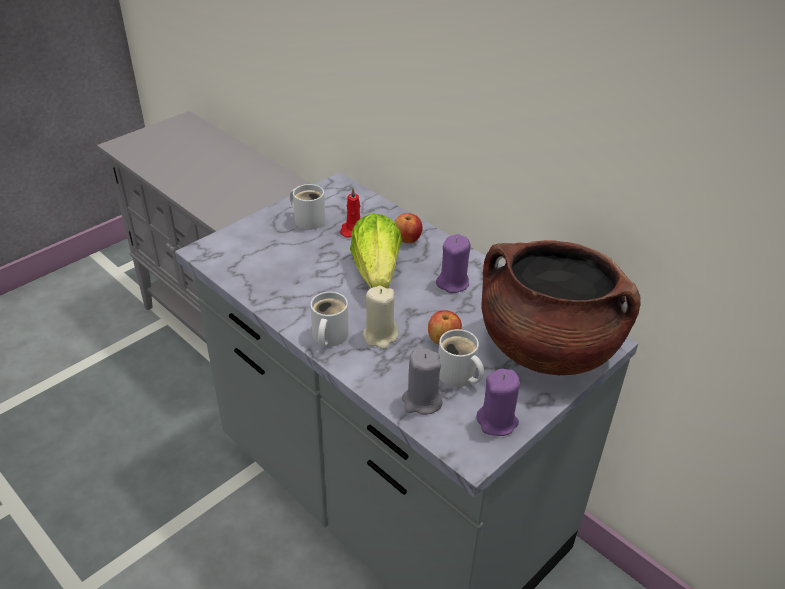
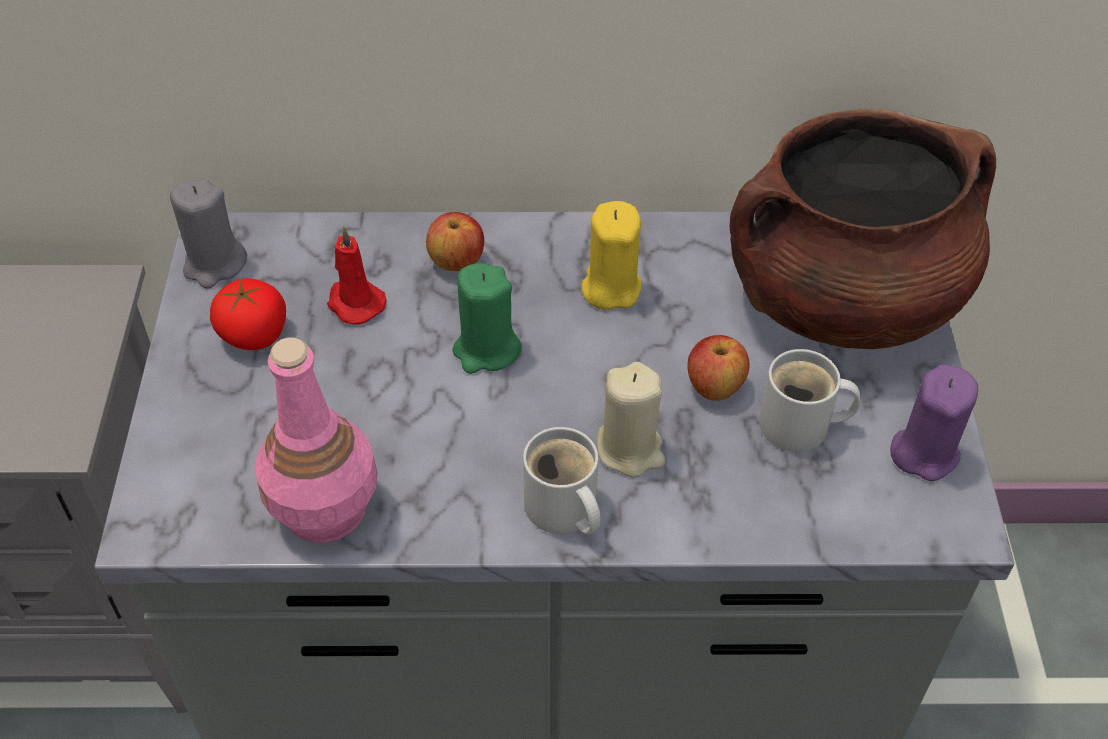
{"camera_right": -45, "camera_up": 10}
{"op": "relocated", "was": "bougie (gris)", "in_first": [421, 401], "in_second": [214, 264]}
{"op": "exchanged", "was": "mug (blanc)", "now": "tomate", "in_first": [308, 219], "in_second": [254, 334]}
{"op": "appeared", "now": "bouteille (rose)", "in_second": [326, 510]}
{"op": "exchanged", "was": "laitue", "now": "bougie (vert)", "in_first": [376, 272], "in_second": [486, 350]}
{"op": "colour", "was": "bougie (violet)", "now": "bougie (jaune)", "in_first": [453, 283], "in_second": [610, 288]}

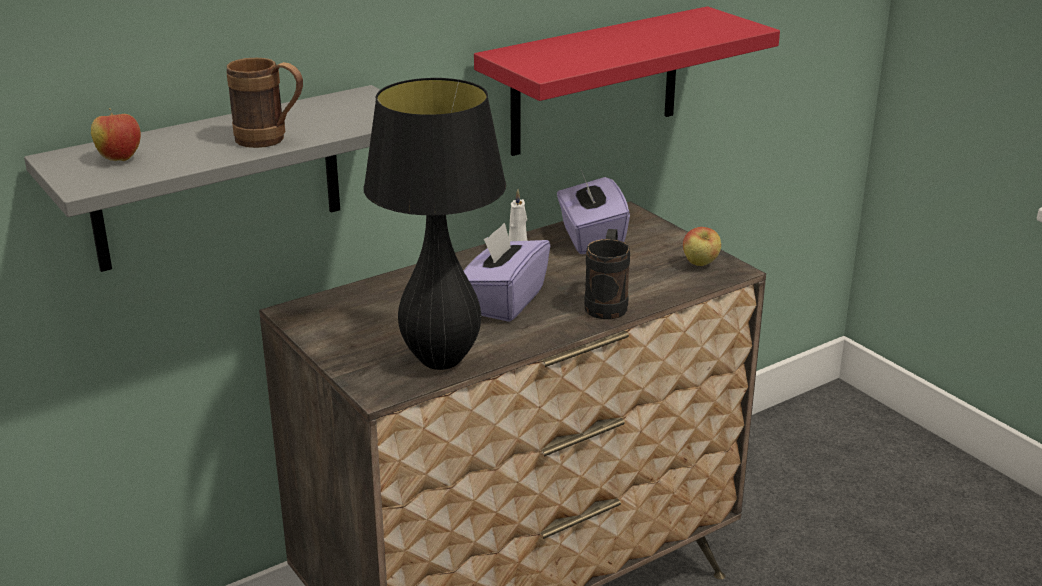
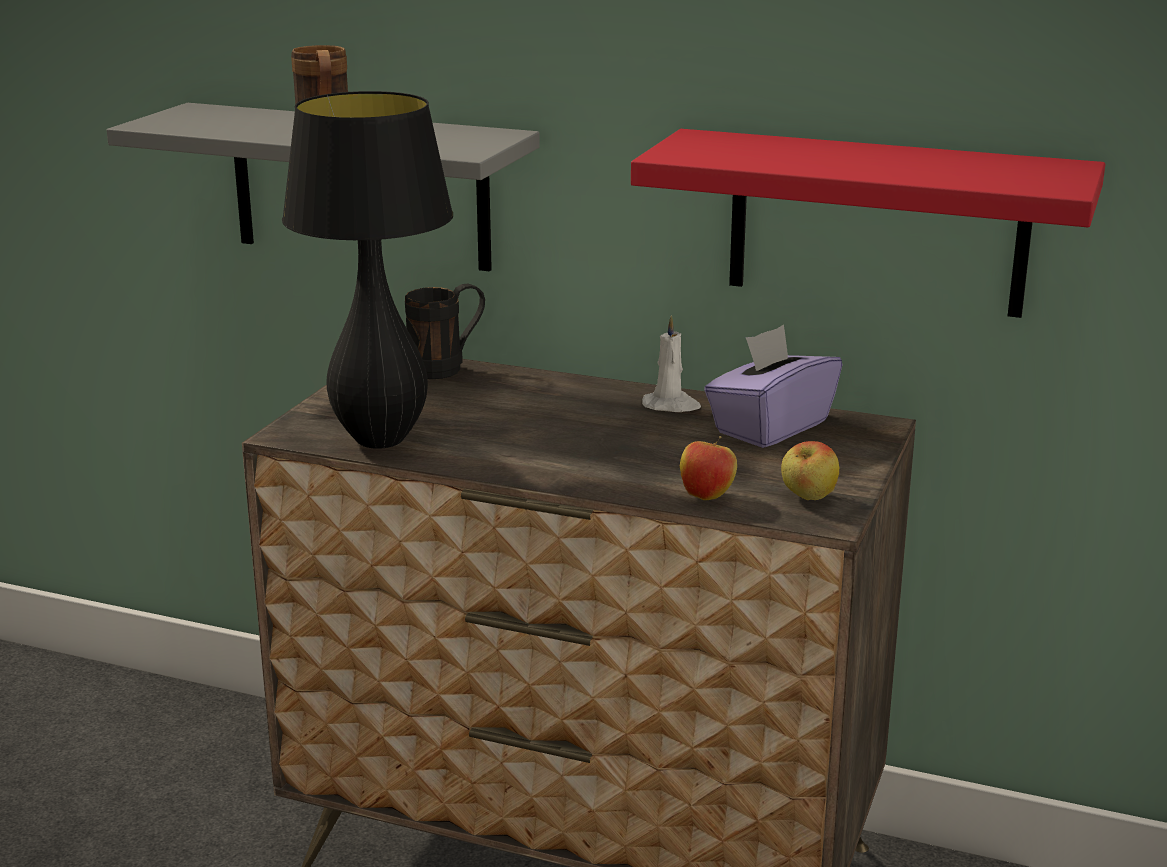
{"camera_right": 55, "camera_up": -5}
{"op": "relocated", "was": "mug (noir)", "in_first": [607, 303], "in_second": [447, 368]}
{"op": "relocated", "was": "pomme", "in_first": [120, 159], "in_second": [707, 496]}
{"op": "missing", "was": "boîte à mouchoirs (violet)", "in_first": [504, 301]}

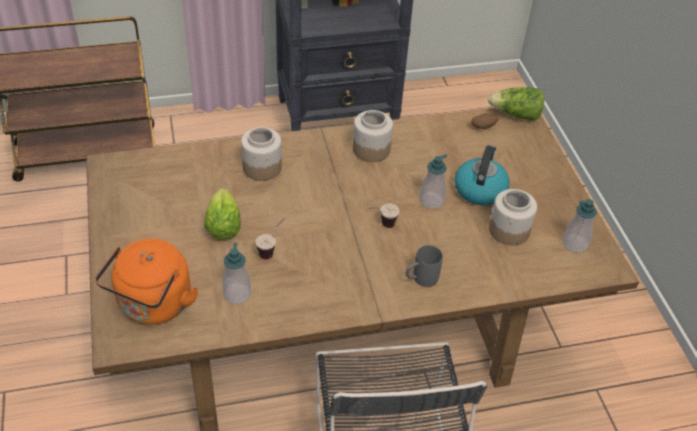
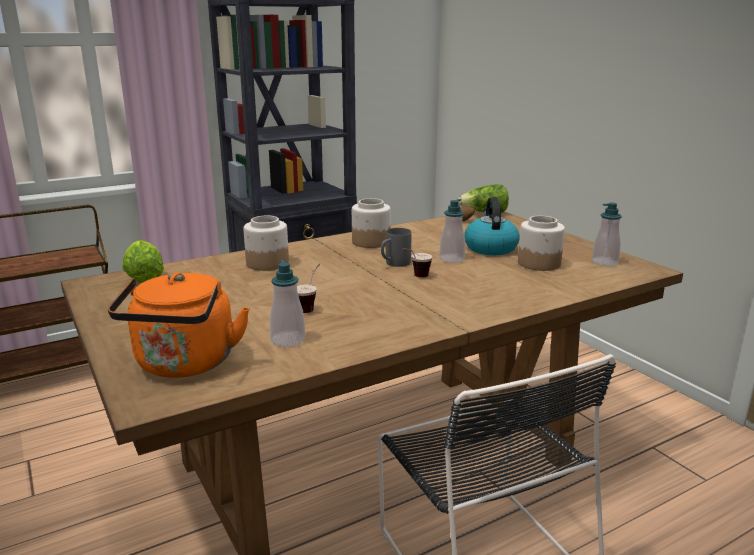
{"camera_right": -15, "camera_up": -25}
{"op": "relocated", "was": "laitue", "in_first": [223, 224], "in_second": [144, 277]}
{"op": "relocated", "was": "mug (gris)", "in_first": [420, 279], "in_second": [394, 264]}

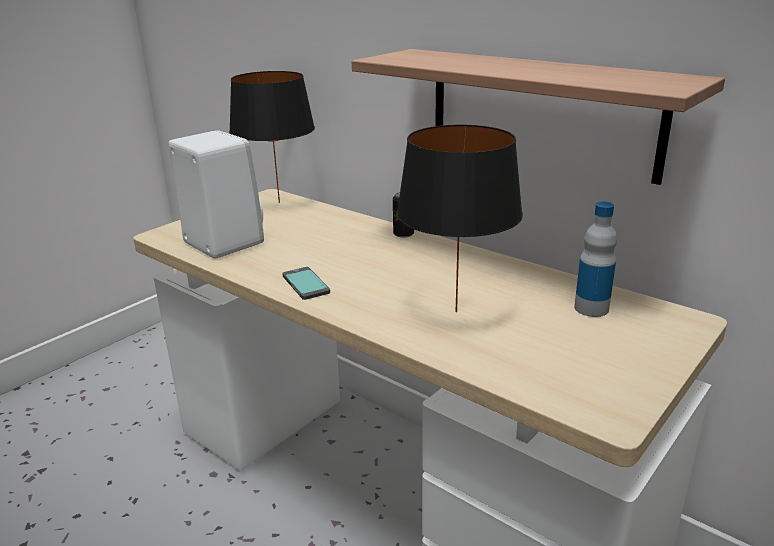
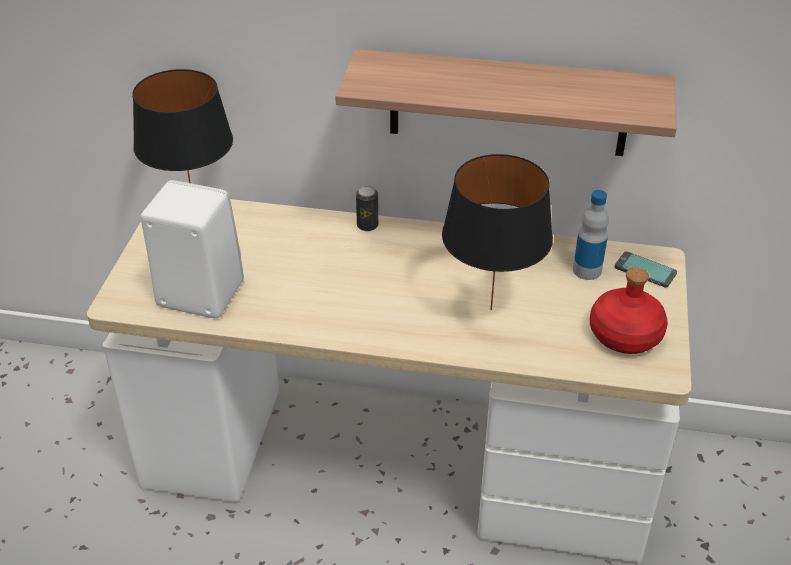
{"camera_right": -30, "camera_up": 15}
{"op": "appeared", "now": "bouteille (rouge)", "in_second": [625, 335]}
{"op": "relocated", "was": "téléphone", "in_first": [305, 284], "in_second": [645, 270]}

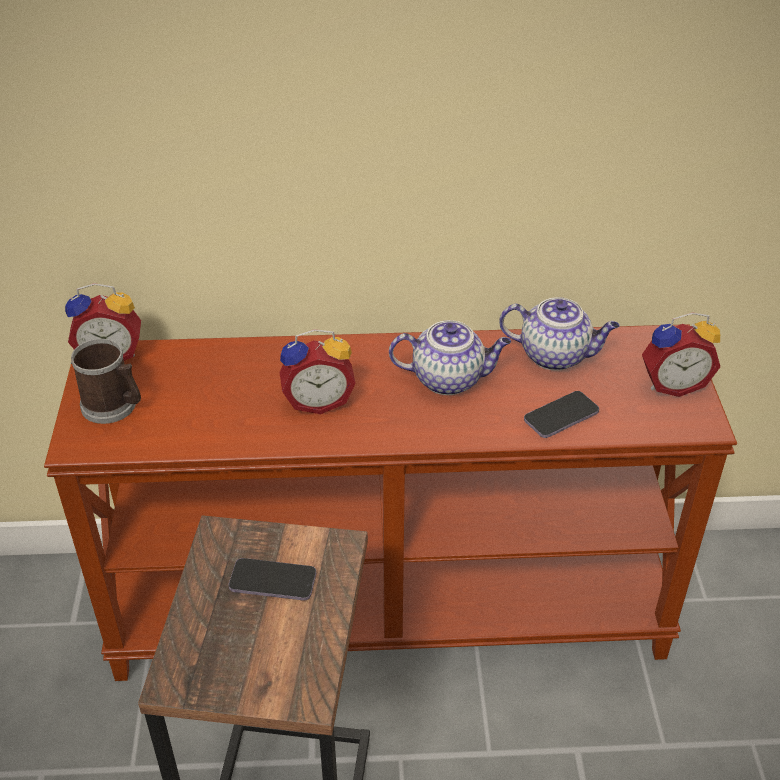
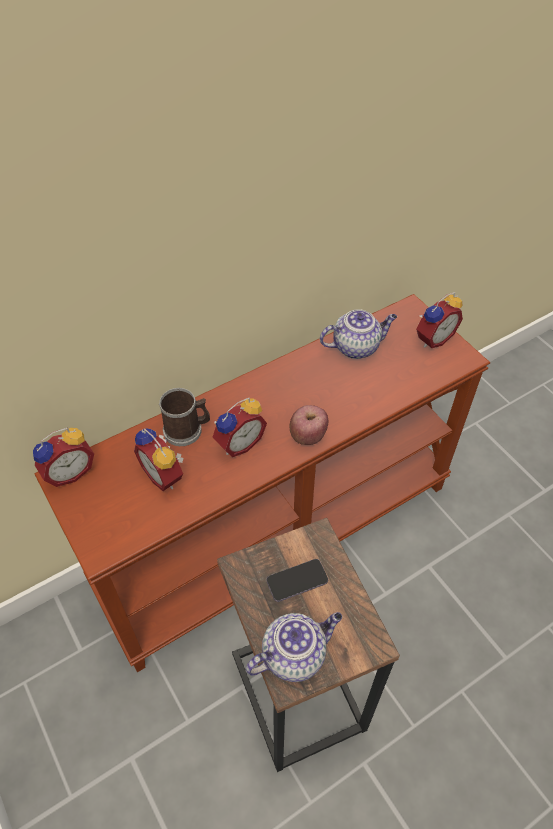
{"camera_right": -30, "camera_up": 10}
{"op": "appeared", "now": "réveil", "in_second": [165, 475]}
{"op": "relocated", "was": "mug", "in_first": [114, 406], "in_second": [187, 430]}
{"op": "relocated", "was": "théière", "in_first": [449, 379], "in_second": [294, 654]}
{"op": "appeared", "now": "pomme", "in_second": [308, 436]}
{"op": "missing", "was": "téléphone", "in_first": [561, 416]}

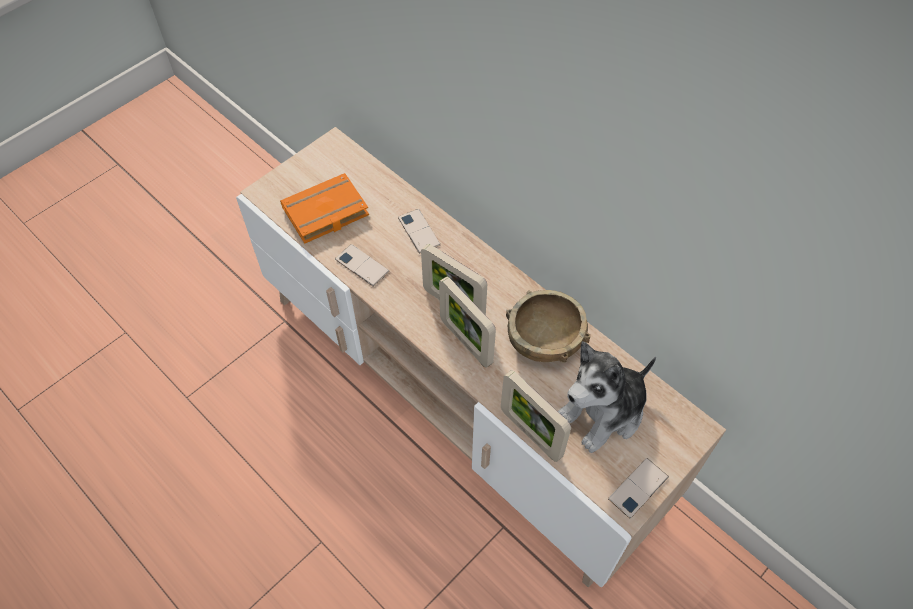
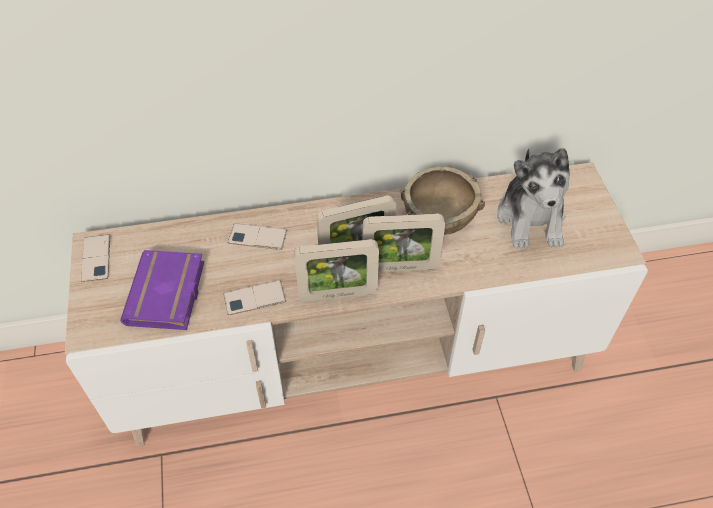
{"camera_right": -55, "camera_up": -5}
{"op": "relocated", "was": "téléphone", "in_first": [638, 488], "in_second": [96, 258]}
{"op": "colour", "was": "livre (orange)", "now": "livre (violet)", "in_first": [325, 214], "in_second": [168, 295]}
{"op": "relocated", "was": "cadre photo", "in_first": [531, 433], "in_second": [338, 294]}

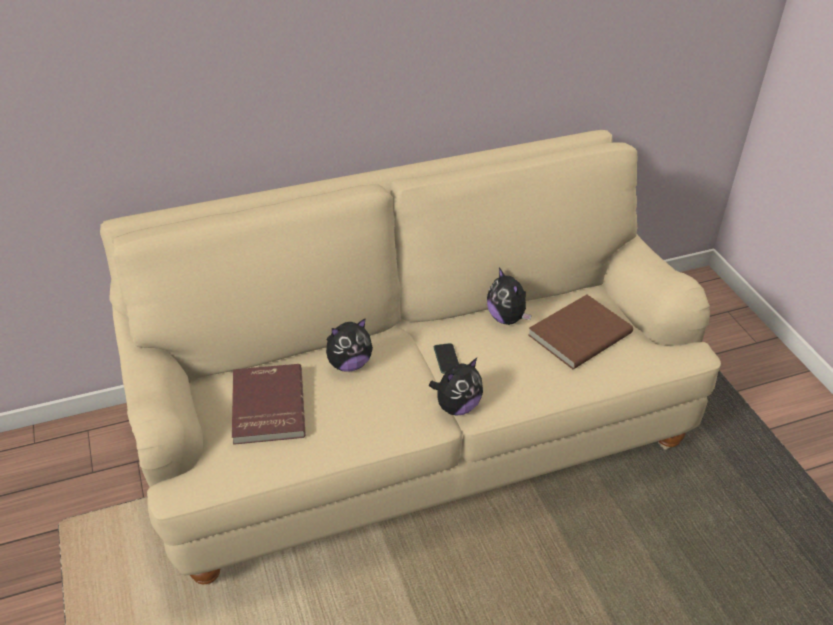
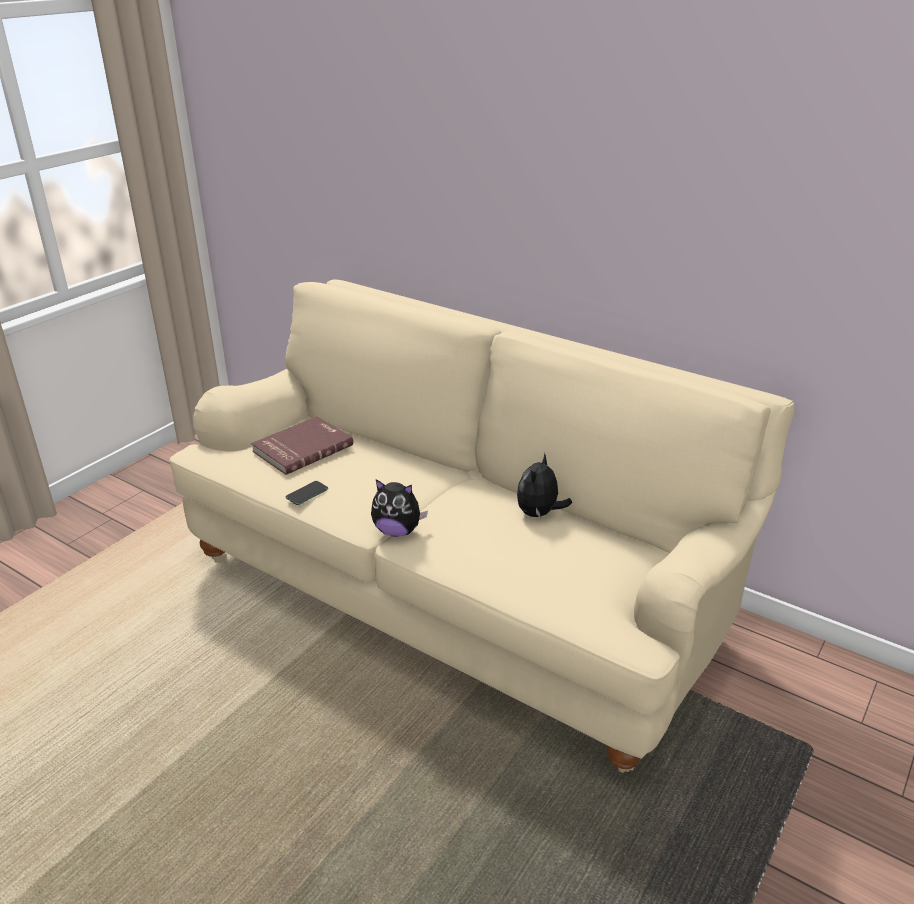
{"camera_right": 55, "camera_up": -10}
{"op": "relocated", "was": "téléphone", "in_first": [446, 359], "in_second": [307, 493]}
{"op": "missing", "was": "peluche", "in_first": [349, 364]}
{"op": "missing", "was": "livre (marron)", "in_first": [578, 333]}

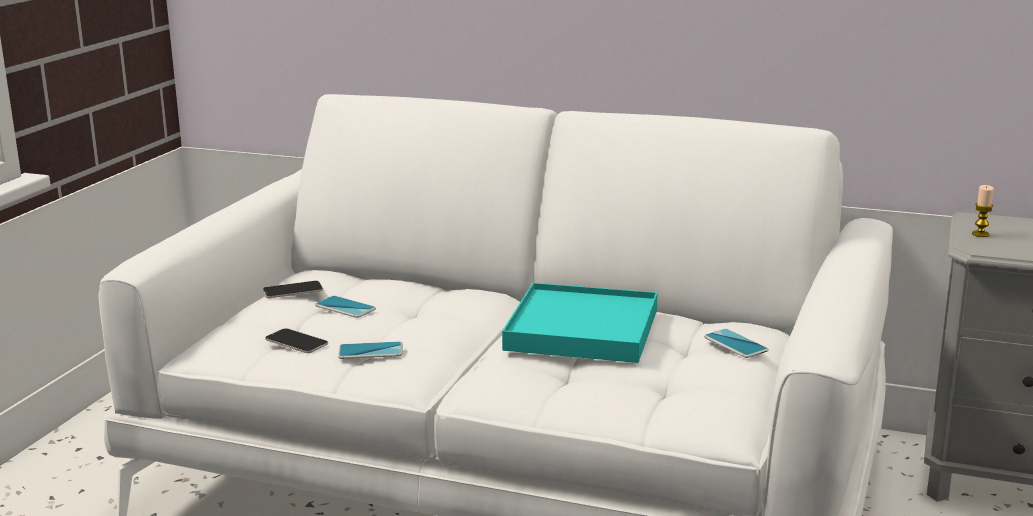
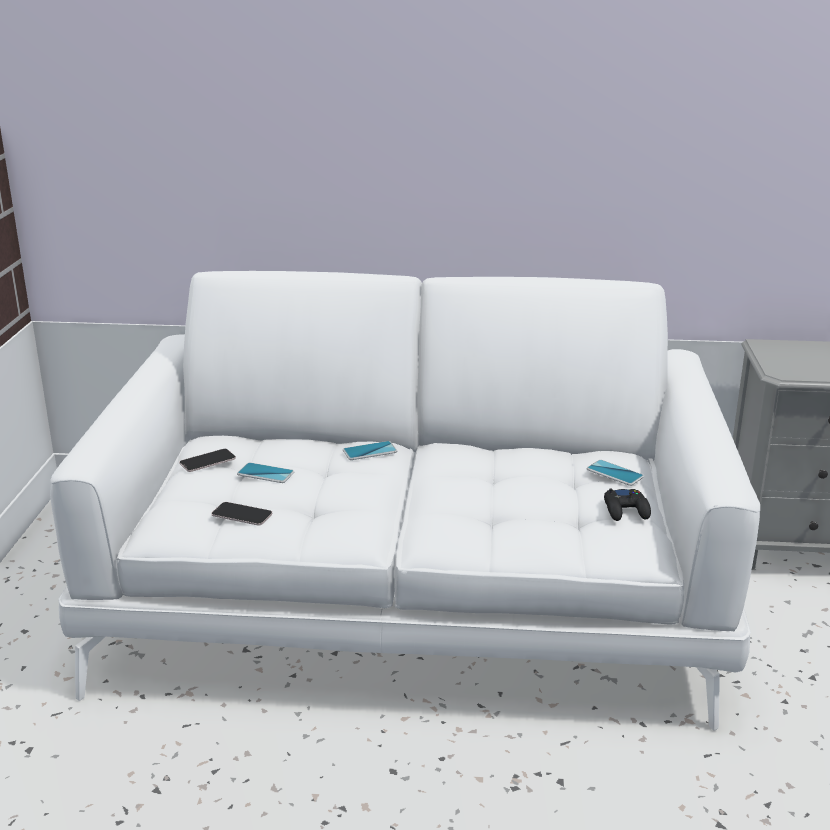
{"camera_right": -15, "camera_up": 5}
{"op": "relocated", "was": "téléphone", "in_first": [370, 351], "in_second": [370, 451]}
{"op": "appeared", "now": "manette (noir)", "in_second": [626, 510]}
{"op": "missing", "was": "plateau (turquoise)", "in_first": [582, 330]}
{"op": "missing", "was": "bougie", "in_first": [980, 234]}

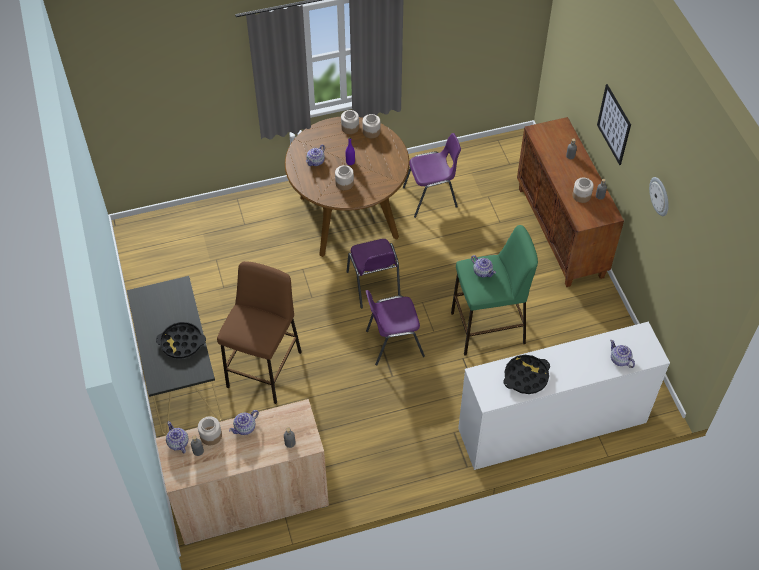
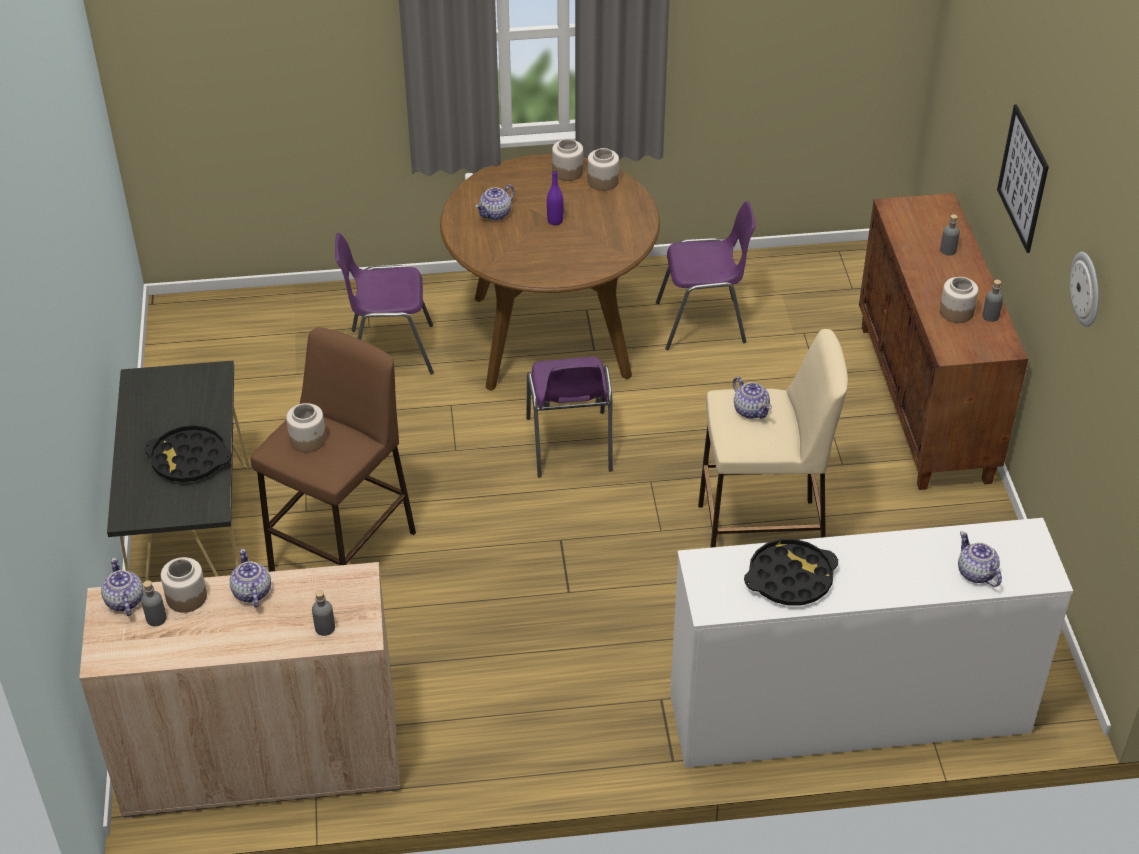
{"camera_right": 10, "camera_up": -10}
{"op": "spun", "was": "théière", "in_first": [245, 427], "in_second": [251, 592], "clockwise": 105}
{"op": "relocated", "was": "bocal", "in_first": [344, 183], "in_second": [308, 440]}
{"op": "relocated", "was": "chaise (violet)", "in_first": [393, 343], "in_second": [389, 351]}
{"op": "colour", "was": "tabouret (vert)", "now": "tabouret (beige)", "in_first": [488, 328], "in_second": [762, 537]}

